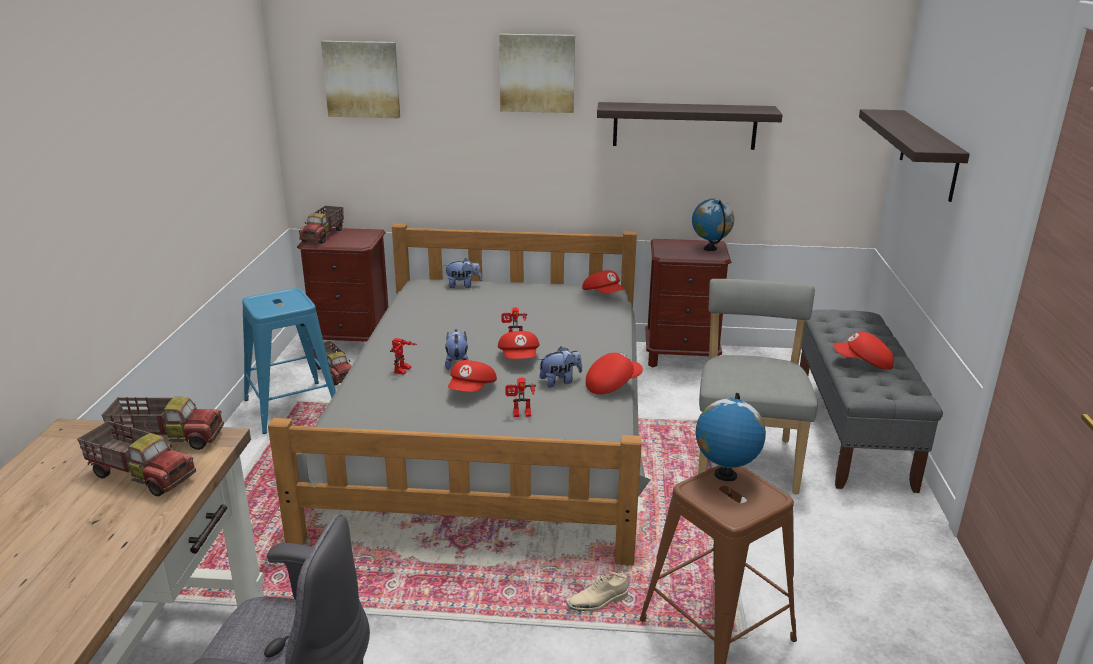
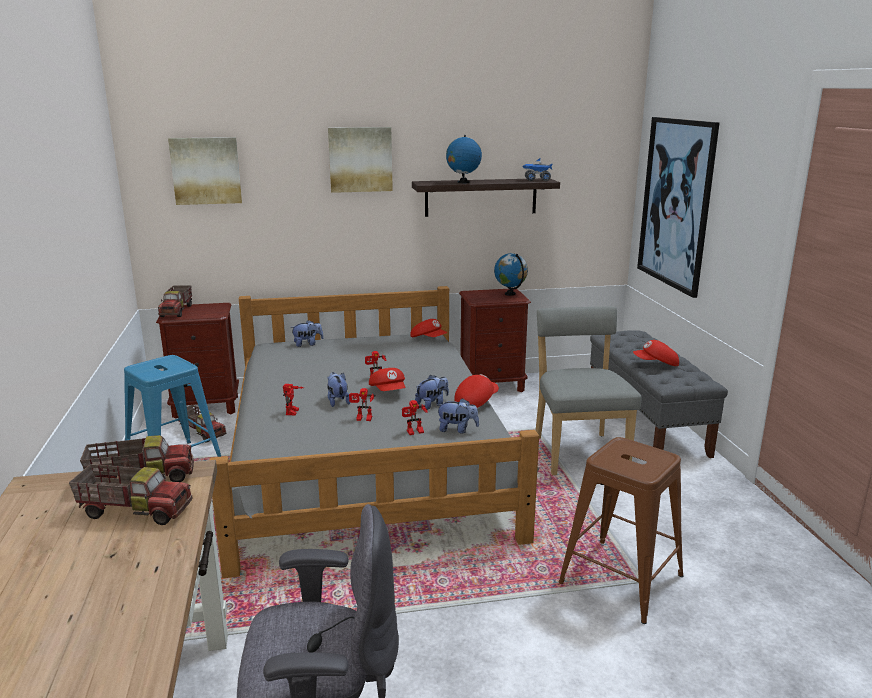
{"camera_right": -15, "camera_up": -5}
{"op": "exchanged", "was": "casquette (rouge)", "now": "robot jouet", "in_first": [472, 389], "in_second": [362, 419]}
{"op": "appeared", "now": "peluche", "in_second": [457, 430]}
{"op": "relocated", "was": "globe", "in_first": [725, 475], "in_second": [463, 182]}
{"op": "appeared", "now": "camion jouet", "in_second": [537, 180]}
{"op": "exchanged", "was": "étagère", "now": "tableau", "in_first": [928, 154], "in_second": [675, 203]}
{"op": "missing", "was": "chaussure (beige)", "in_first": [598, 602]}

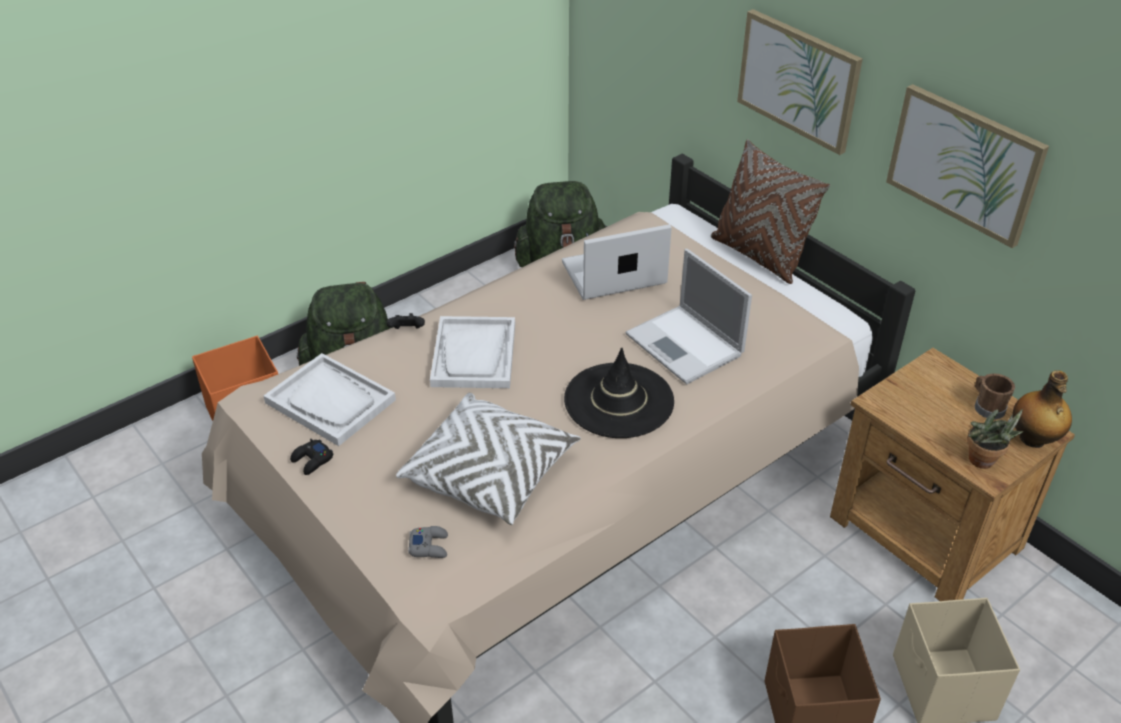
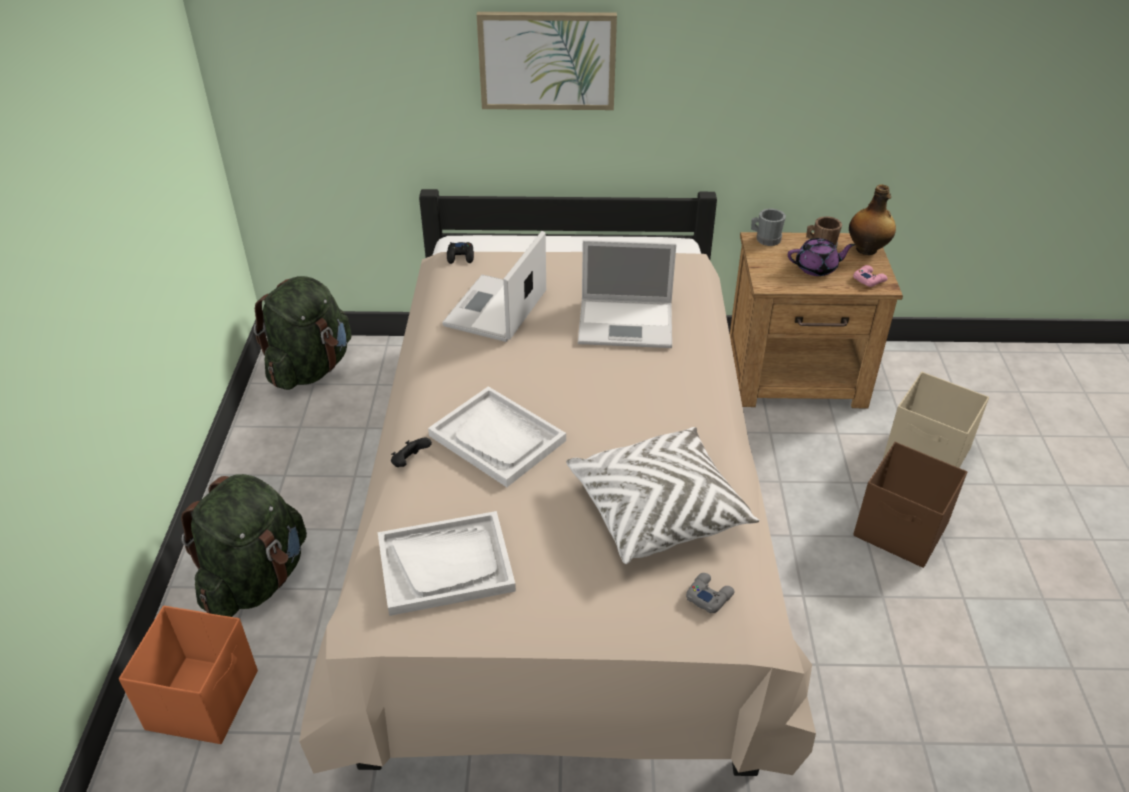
{"camera_right": -50, "camera_up": 0}
{"op": "relocated", "was": "manette (noir)", "in_first": [312, 460], "in_second": [461, 256]}
{"op": "appeared", "now": "mug (gris)", "in_second": [765, 239]}
{"op": "appeared", "now": "théière (violet)", "in_second": [817, 268]}
{"op": "exchanged", "was": "plante en pot", "now": "manette (rose)", "in_first": [984, 463], "in_second": [869, 279]}
{"op": "missing", "was": "chapeau (noir)", "in_first": [618, 401]}
{"op": "missing", "was": "coussin (marron)", "in_first": [759, 256]}
{"op": "missing", "was": "tableau", "in_first": [964, 163]}

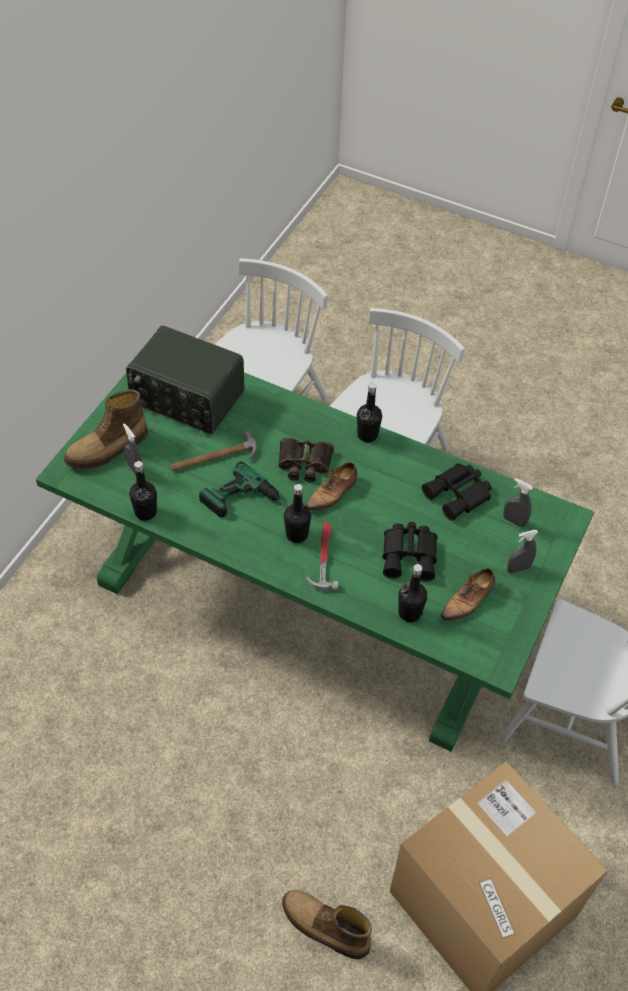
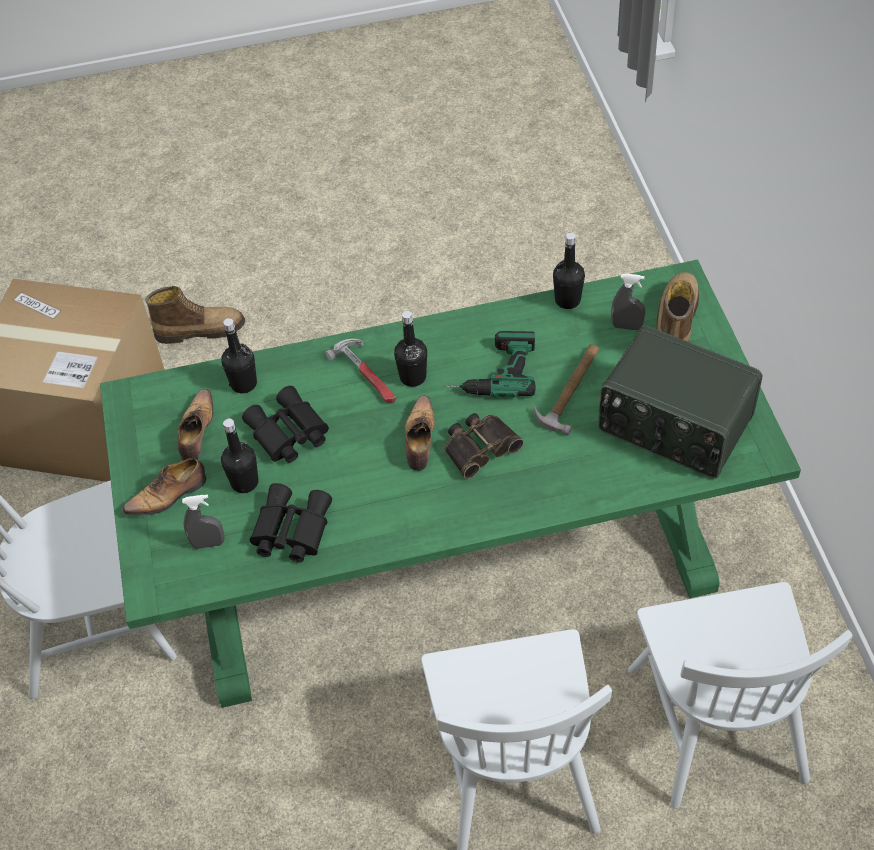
{"camera_right": 145, "camera_up": 0}
{"op": "exchanged", "was": "vaporisateur (gris)", "now": "chaussure", "in_first": [518, 569], "in_second": [168, 495]}
{"op": "relocated", "was": "bouteille (noir)", "in_first": [367, 435], "in_second": [244, 482]}
{"op": "spun", "was": "radio", "in_first": [187, 399], "in_second": [674, 425], "clockwise": -135}

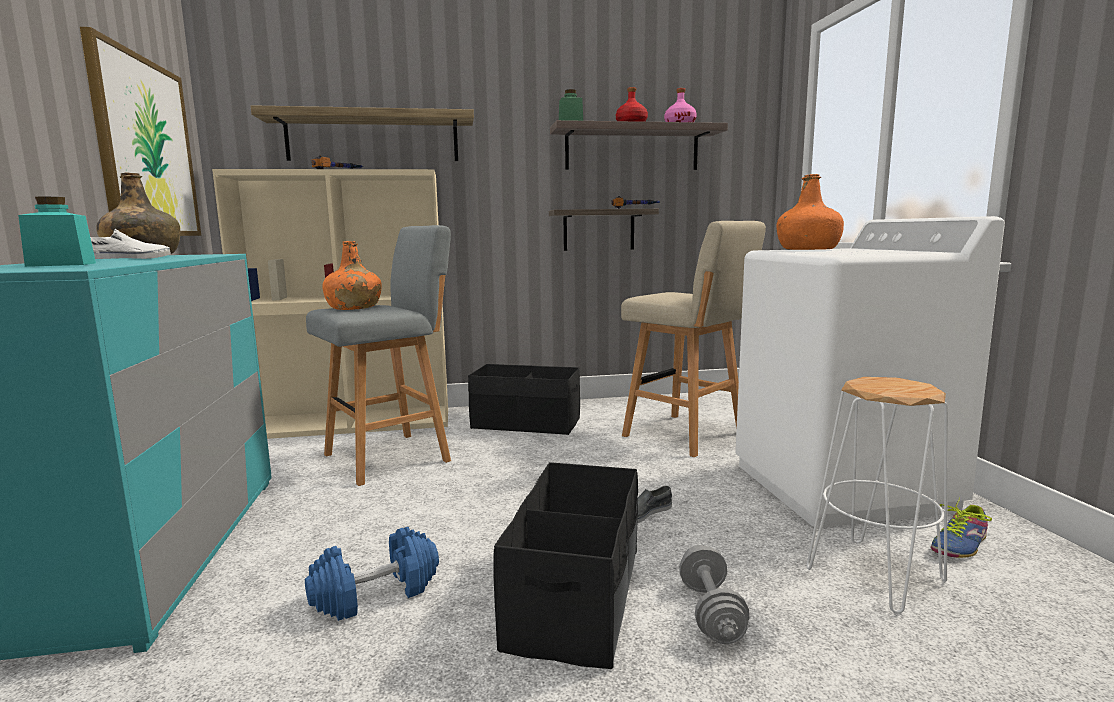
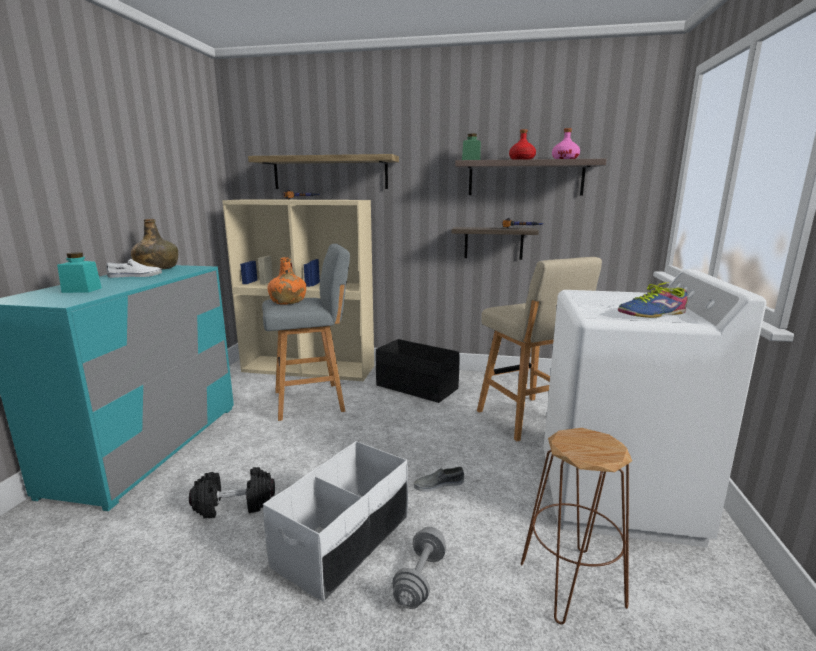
{"camera_right": 20, "camera_up": 5}
{"op": "colour", "was": "haltère (bleu)", "now": "haltère (noir)", "in_first": [376, 593], "in_second": [235, 504]}
{"op": "colour", "was": "boîte de rangement (noir)", "now": "boîte de rangement (blanc)", "in_first": [577, 597], "in_second": [344, 541]}
{"op": "colour", "was": "tabouret (blanc)", "now": "tabouret (marron)", "in_first": [874, 575], "in_second": [570, 584]}
{"op": "relocated", "was": "chaussure", "in_first": [959, 544], "in_second": [652, 314]}
{"op": "missing", "was": "tableau", "in_first": [146, 148]}
{"op": "missing", "was": "bouteille (orange)", "in_first": [808, 250]}

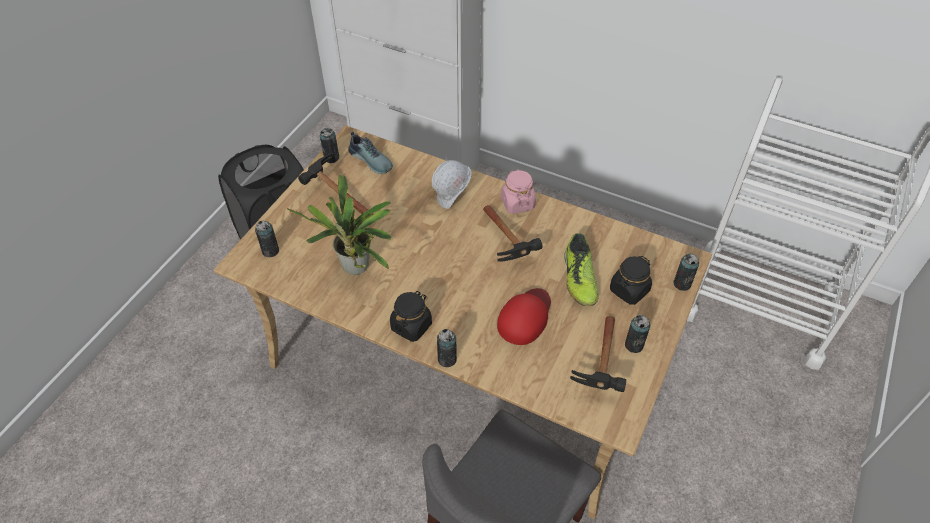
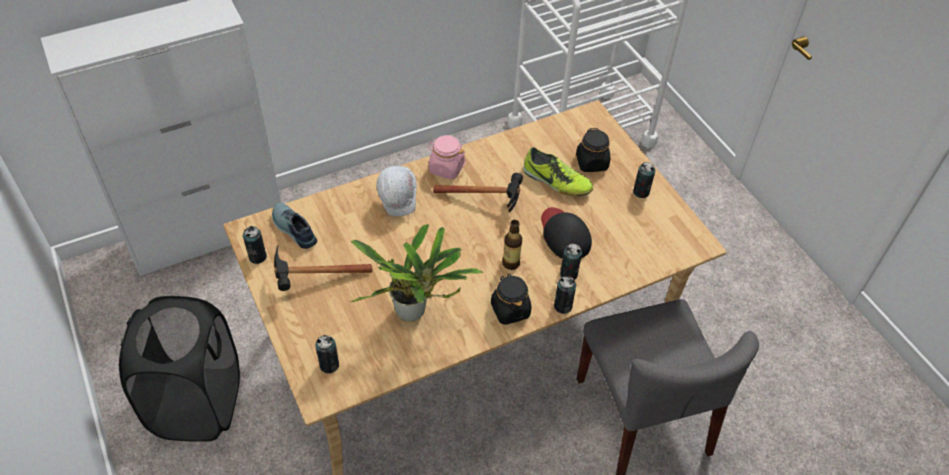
{"camera_right": -55, "camera_up": 0}
{"op": "spun", "was": "chaussure", "in_first": [372, 160], "in_second": [293, 229], "clockwise": -120}
{"op": "appeared", "now": "bouteille", "in_second": [511, 263]}
{"op": "colour", "was": "casquette (rouge)", "now": "casquette (noir)", "in_first": [525, 317], "in_second": [564, 235]}
{"op": "relocated", "was": "boîte métallique", "in_first": [682, 284], "in_second": [568, 274]}
{"op": "missing", "was": "marteau", "in_first": [601, 371]}

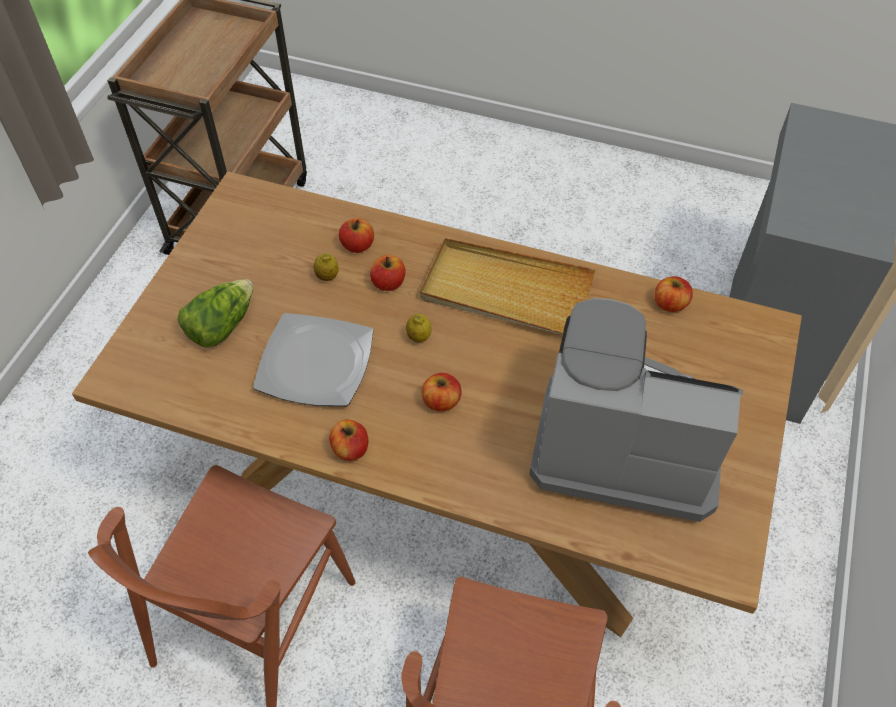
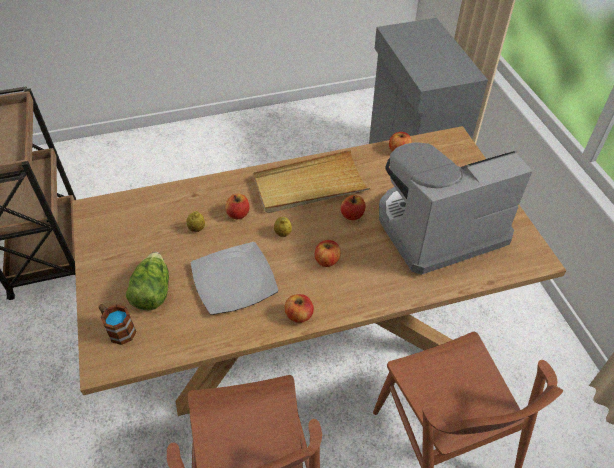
{"camera_right": -35, "camera_up": -5}
{"op": "appeared", "now": "mug", "in_second": [118, 329]}
{"op": "relocated", "was": "pomme", "in_first": [357, 245], "in_second": [352, 215]}

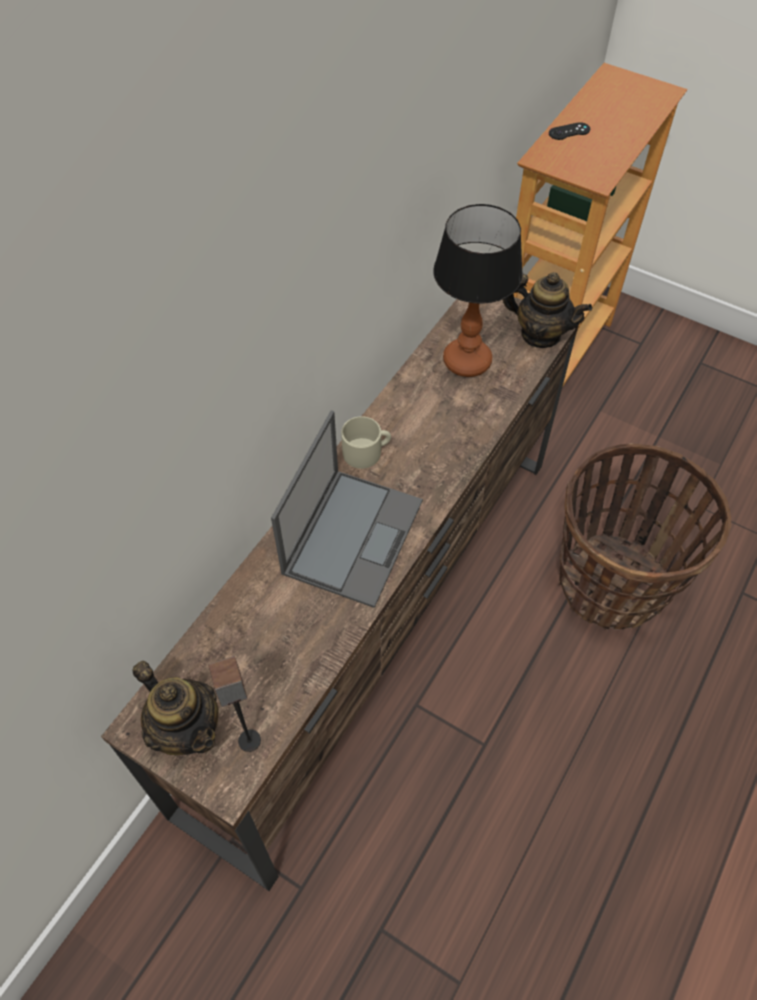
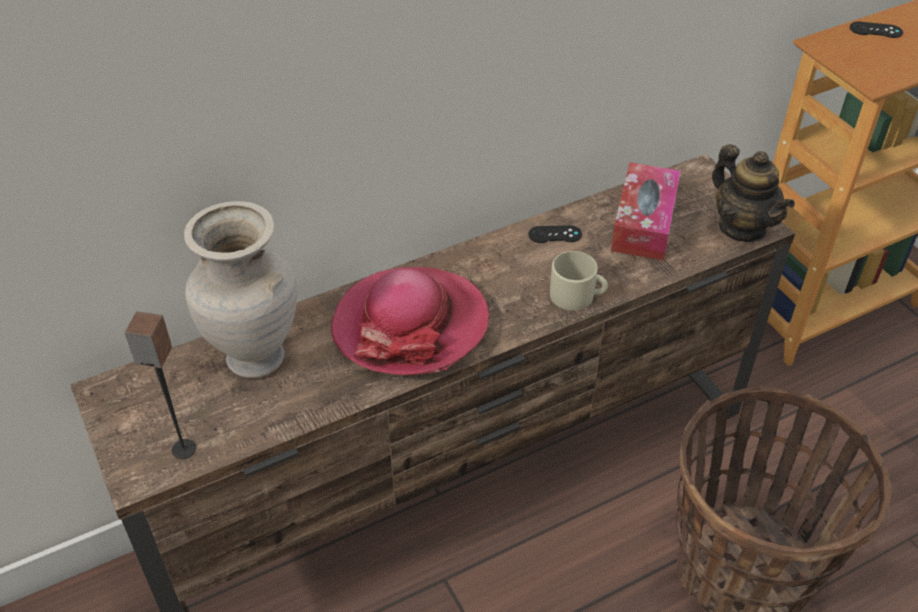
{"camera_right": 30, "camera_up": -10}
{"op": "appeared", "now": "vase (beige)", "in_second": [256, 357]}
{"op": "exchanged", "was": "ordinateur portable", "now": "chapeau", "in_first": [353, 535], "in_second": [410, 324]}
{"op": "appeared", "now": "manette (noir)", "in_second": [555, 234]}
{"op": "relocated", "was": "mug (beige)", "in_first": [367, 452], "in_second": [577, 296]}
{"op": "exchanged", "was": "lampe de table", "now": "boîte à mouchoirs", "in_first": [468, 361], "in_second": [644, 223]}
{"op": "missing", "was": "théière", "in_first": [187, 729]}

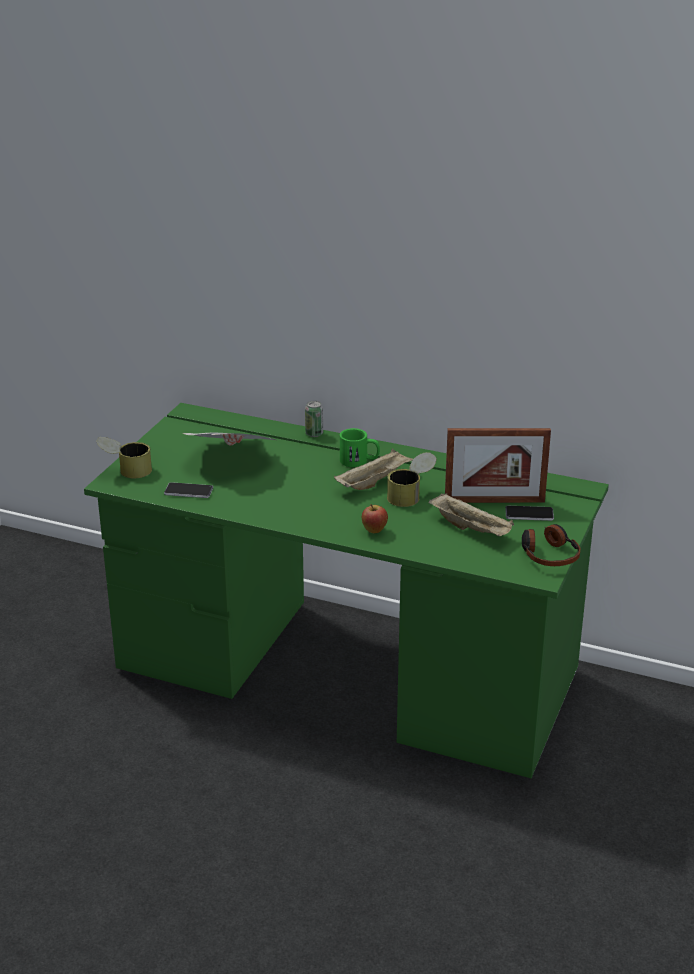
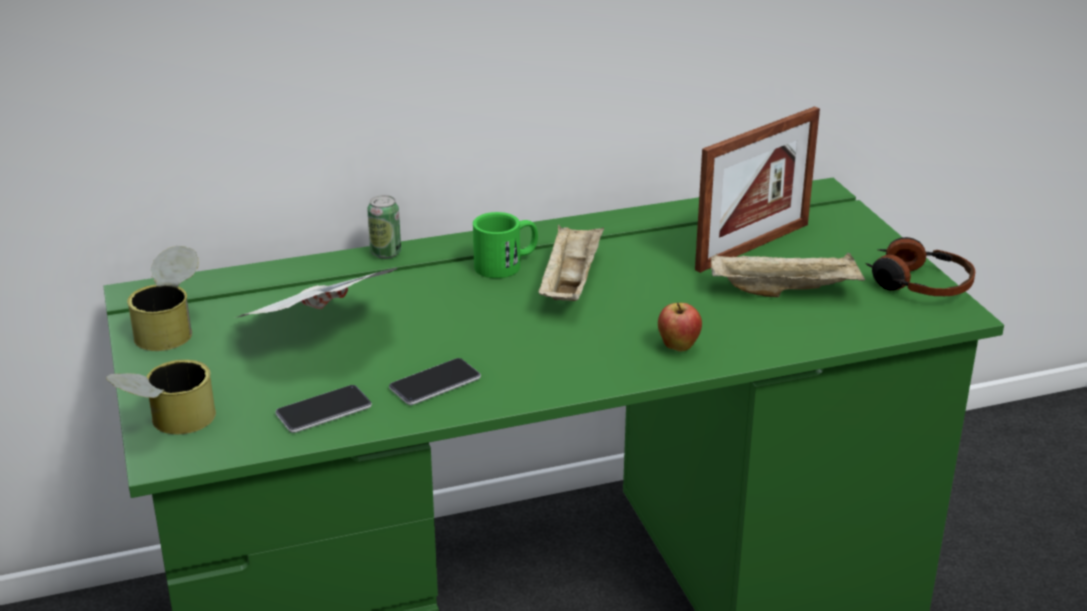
{"camera_right": -40, "camera_up": 0}
{"op": "relocated", "was": "boîte métallique", "in_first": [411, 495], "in_second": [171, 327]}
{"op": "relocated", "was": "téléphone", "in_first": [529, 514], "in_second": [435, 383]}

